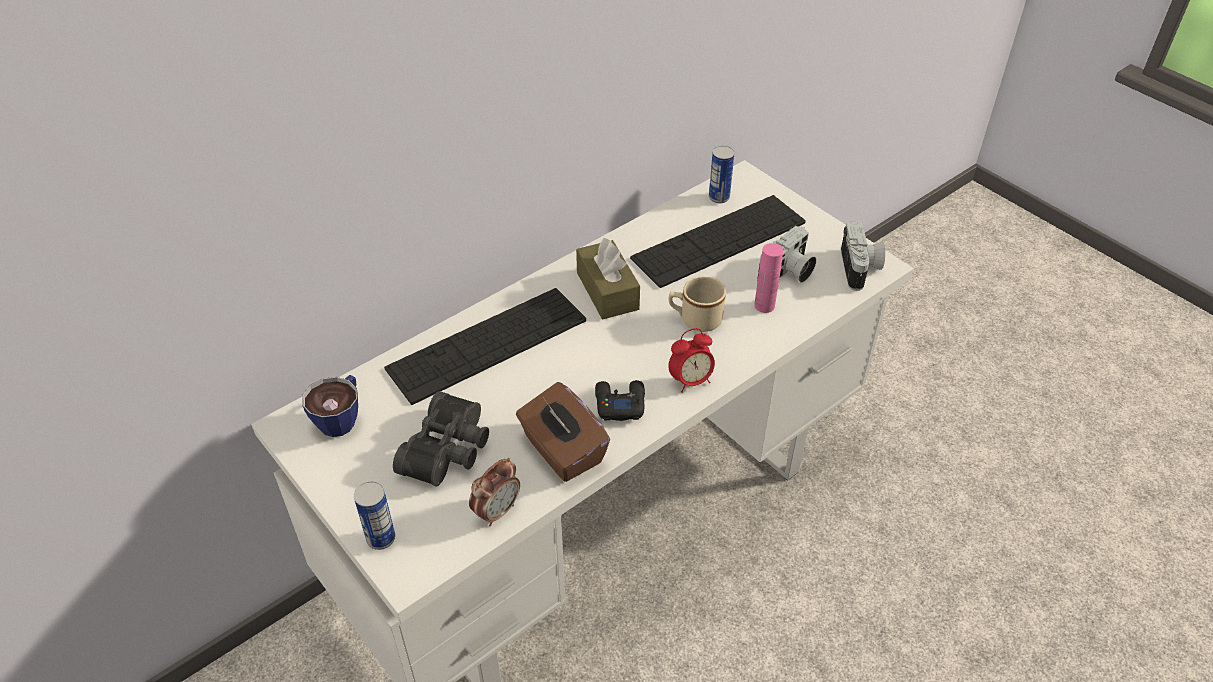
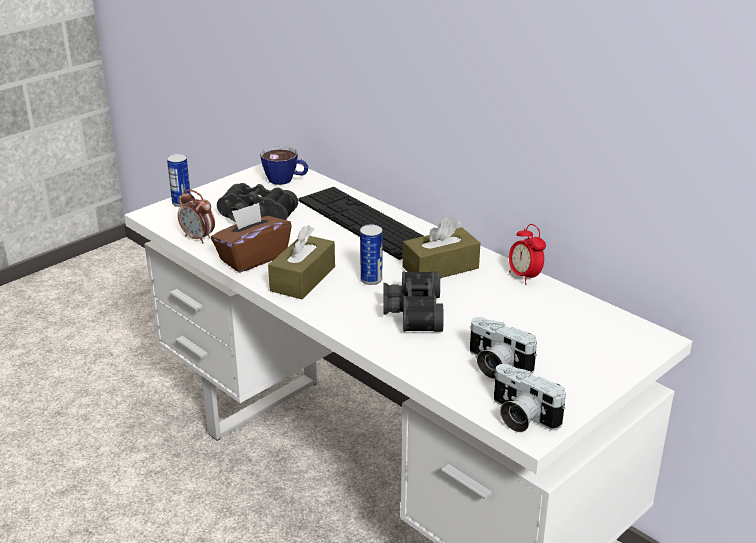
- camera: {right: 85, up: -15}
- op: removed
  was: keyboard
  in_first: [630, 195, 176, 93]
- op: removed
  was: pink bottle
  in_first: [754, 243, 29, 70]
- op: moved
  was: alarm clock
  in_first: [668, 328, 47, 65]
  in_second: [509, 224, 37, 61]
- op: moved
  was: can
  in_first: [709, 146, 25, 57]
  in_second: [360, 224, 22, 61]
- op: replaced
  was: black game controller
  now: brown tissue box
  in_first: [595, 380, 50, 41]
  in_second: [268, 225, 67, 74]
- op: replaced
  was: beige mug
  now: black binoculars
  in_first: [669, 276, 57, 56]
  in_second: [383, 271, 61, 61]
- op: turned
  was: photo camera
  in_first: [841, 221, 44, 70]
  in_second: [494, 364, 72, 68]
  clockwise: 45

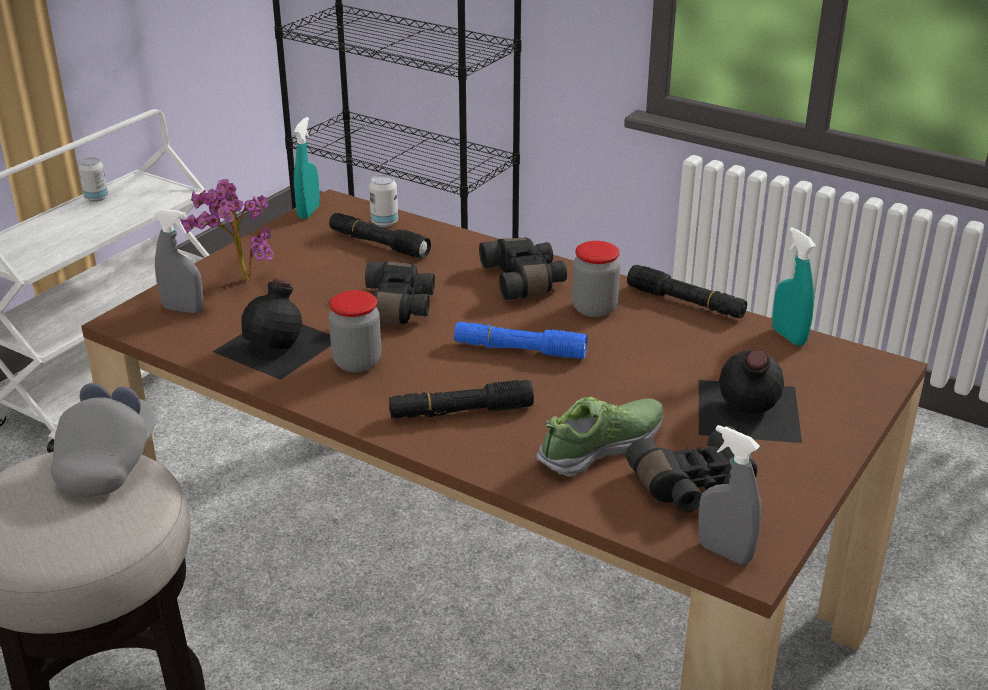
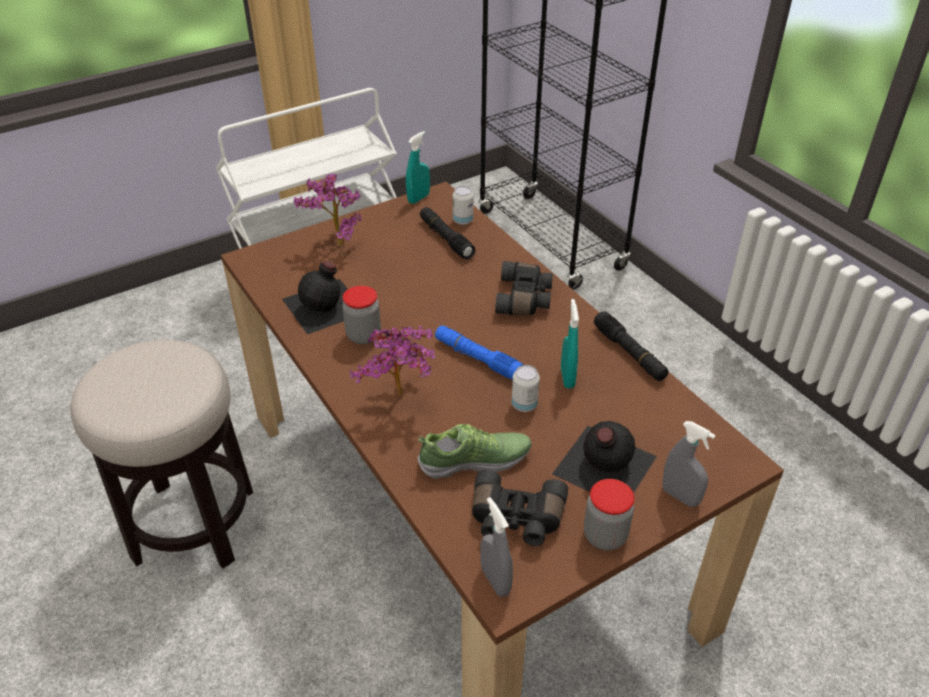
- camera: {right: 25, up: 10}
- op: removed
  was: grey cap
  in_first: [50, 383, 107, 114]
- op: removed
  was: black binoculars
  in_first: [365, 261, 70, 64]
- op: moved
  was: can
  in_first: [79, 157, 29, 45]
  in_second: [512, 365, 28, 47]
- op: moved
  was: grey spray bottle
  in_first: [154, 209, 49, 104]
  in_second: [662, 421, 53, 86]
- op: moved
  was: jar
  in_first: [572, 241, 48, 76]
  in_second: [584, 479, 50, 71]
- op: moved
  was: turquoise spray bottle
  in_first: [772, 227, 44, 119]
  in_second: [561, 299, 18, 90]
- op: replaced
  was: black flashlight
  now: potted plant
  in_first: [389, 380, 145, 38]
  in_second: [350, 326, 85, 70]

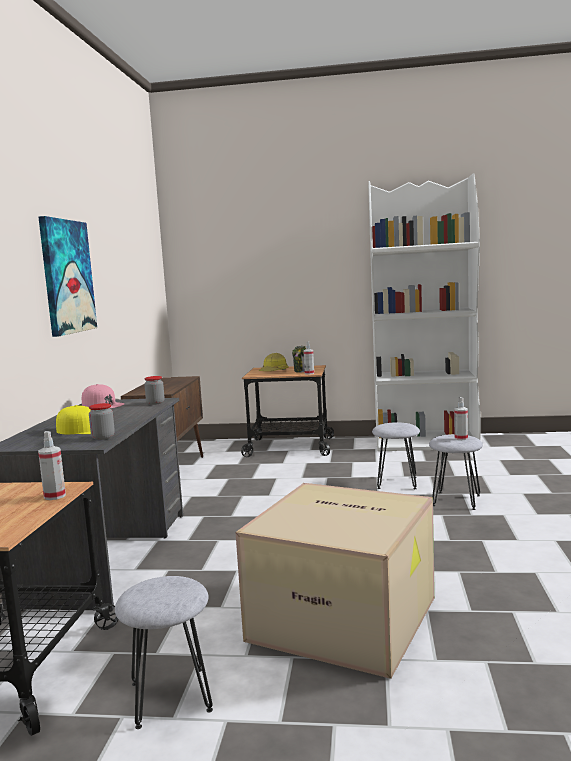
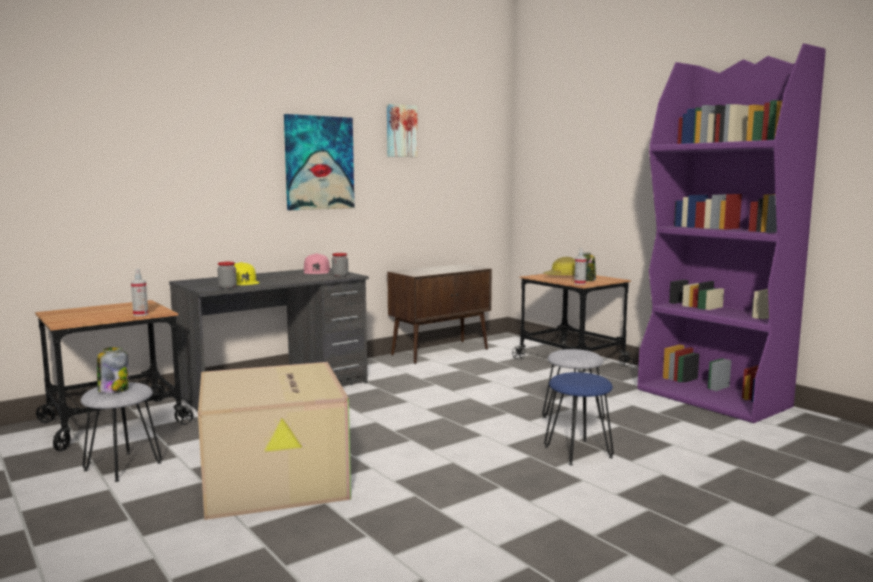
- camera: {right: 45, up: 0}
- op: removed
  was: spray bottle
  in_first: [454, 397, 14, 43]
- op: added
  now: jar
  in_second: [97, 347, 32, 46]
- op: added
  now: picture
  in_second: [387, 104, 31, 53]
- op: recoloured
  was: white bookcase
  now: purple bookcase
  in_first: [368, 173, 113, 278]
  in_second: [637, 44, 189, 379]
- op: recoloured
  was: grey stool
  now: blue stool
  in_first: [429, 434, 54, 76]
  in_second: [544, 372, 70, 93]

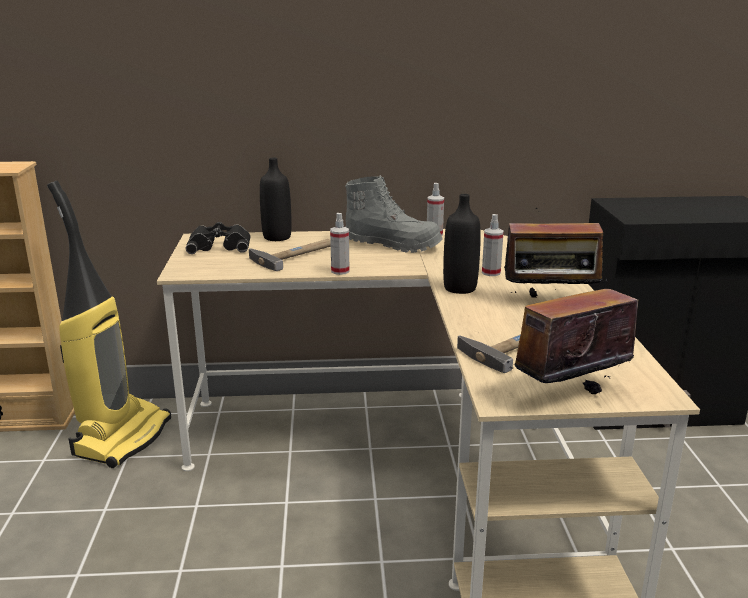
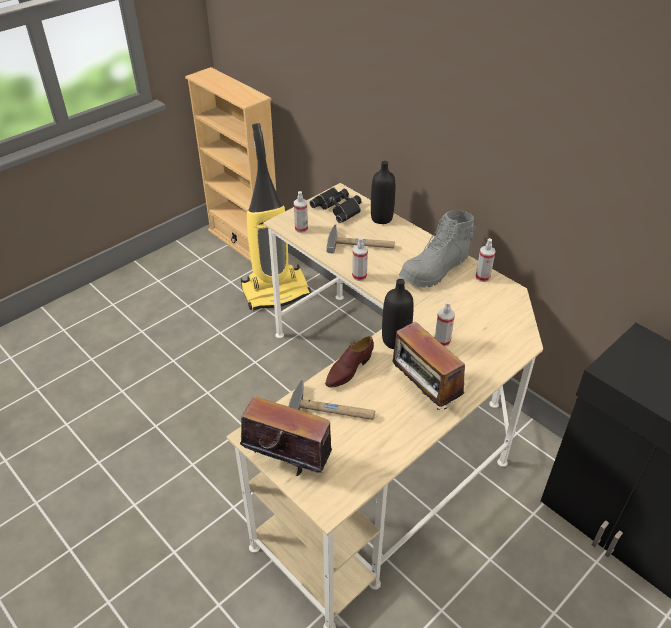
- camera: {right: 50, up: 20}
- op: added
  now: spray bottle
  in_second: [294, 191, 14, 42]
- op: added
  now: brown shoe
  in_second: [325, 336, 49, 52]
- op: turned
  was: grey boot
  in_first: [345, 175, 98, 78]
  in_second: [399, 210, 78, 78]
  clockwise: 75

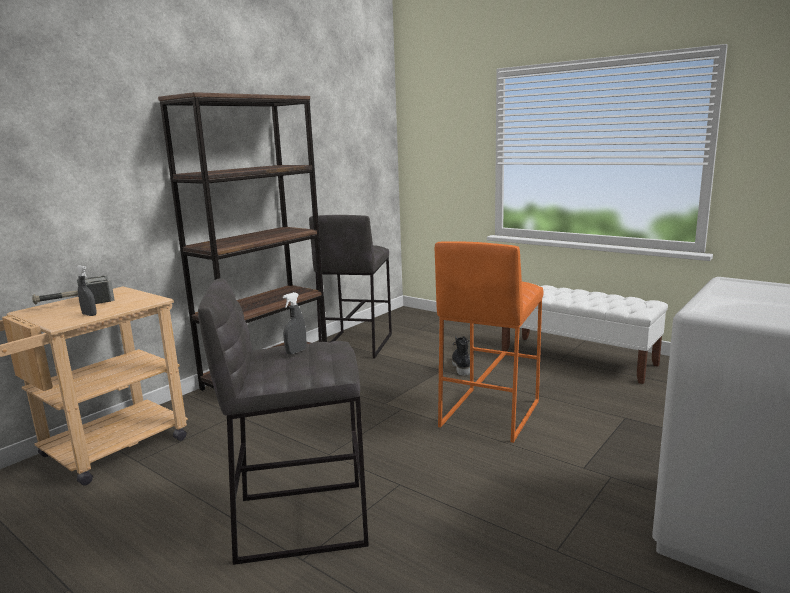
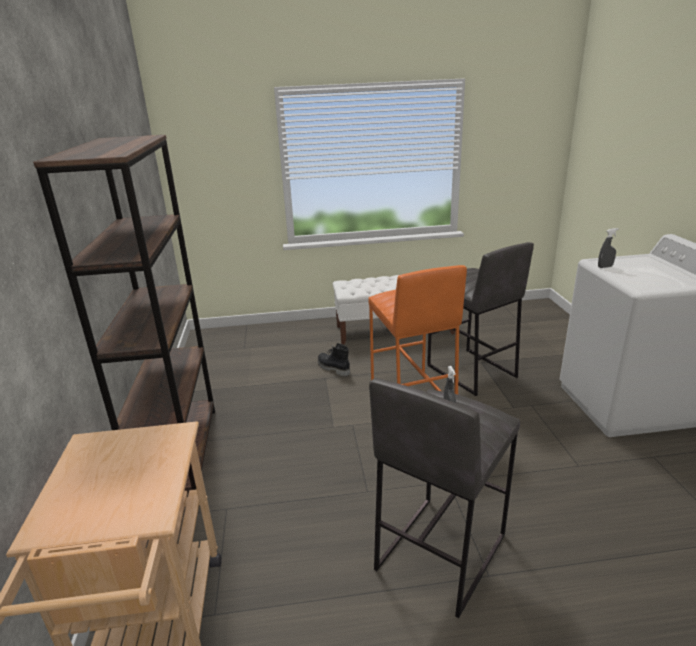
- camera: {right: -45, up: 10}
- op: removed
  was: hammer
  in_first: [32, 275, 83, 30]
- op: moved
  was: grey spray bottle
  in_first: [76, 265, 21, 51]
  in_second: [598, 228, 21, 40]
- op: moved
  was: grey stool
  in_first: [309, 215, 83, 144]
  in_second: [427, 242, 107, 154]

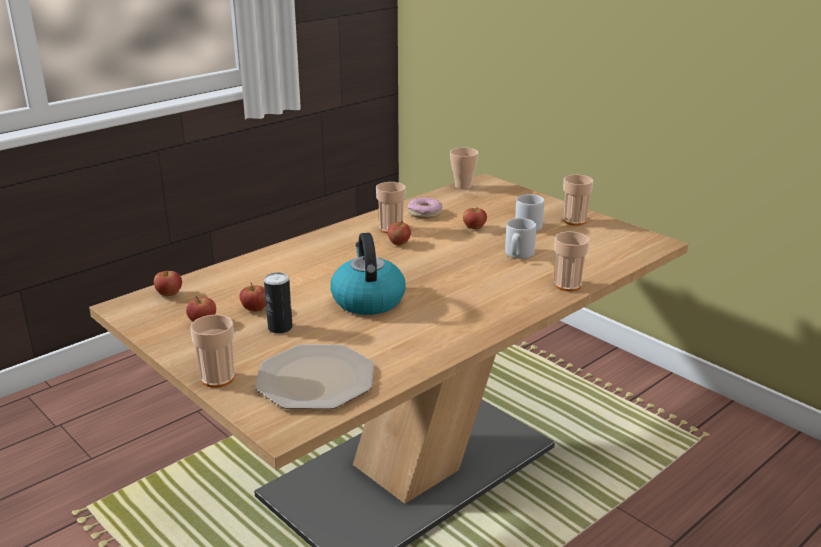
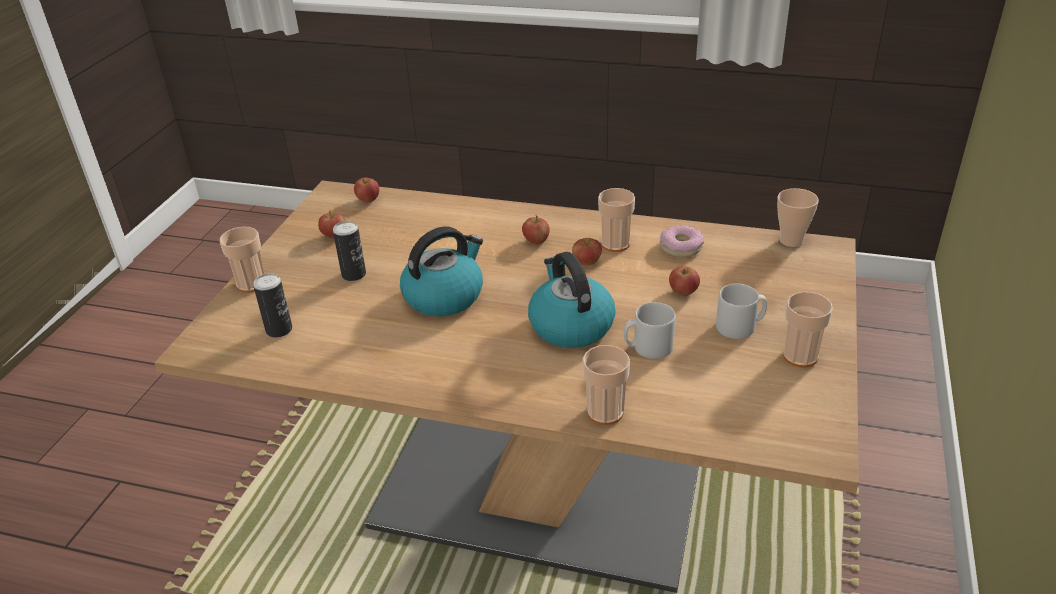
- camera: {right: 60, up: 10}
- op: added
  now: kettle
  in_second: [528, 252, 87, 96]
- op: moved
  was: apple
  in_first: [239, 283, 27, 28]
  in_second: [522, 215, 28, 30]
- op: replaced
  was: plate
  now: can
  in_first: [255, 345, 119, 64]
  in_second: [253, 273, 39, 65]

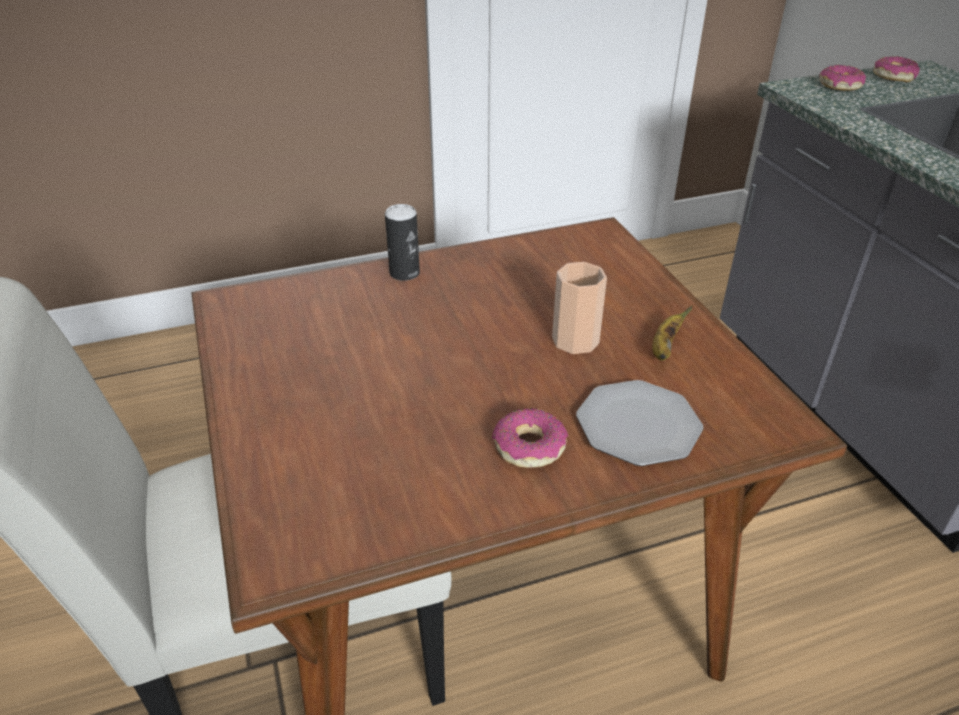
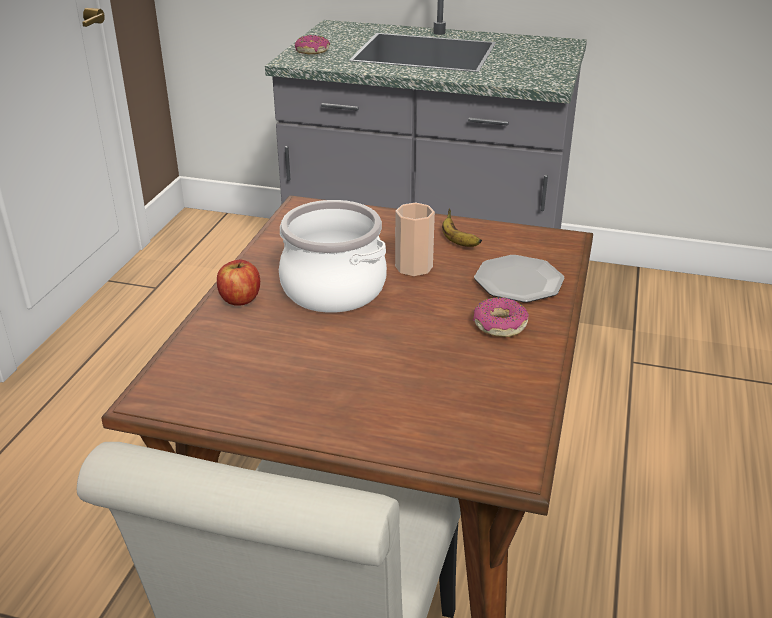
- camera: {right: -55, up: -5}
- op: removed
  was: donut
  in_first: [873, 56, 47, 26]
- op: added
  now: cooking pot
  in_second: [279, 200, 108, 113]
- op: replaced
  was: can
  now: apple
  in_first: [385, 204, 35, 77]
  in_second: [217, 260, 43, 46]

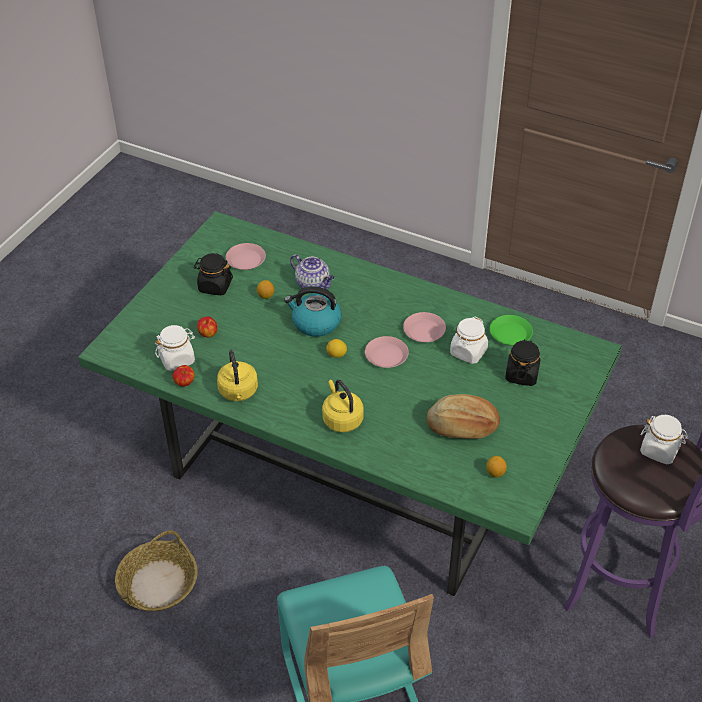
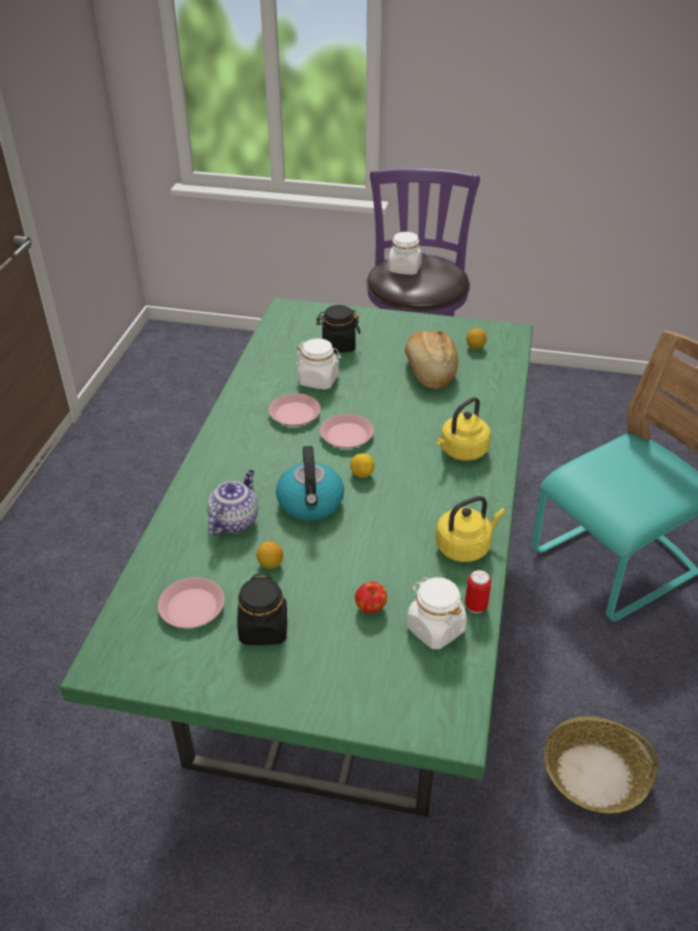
- camera: {right: -105, up: -5}
- op: removed
  was: green plate
  in_first: [490, 315, 43, 30]
- op: replaced
  was: apple
  now: can
  in_first: [173, 365, 22, 22]
  in_second: [465, 570, 26, 43]

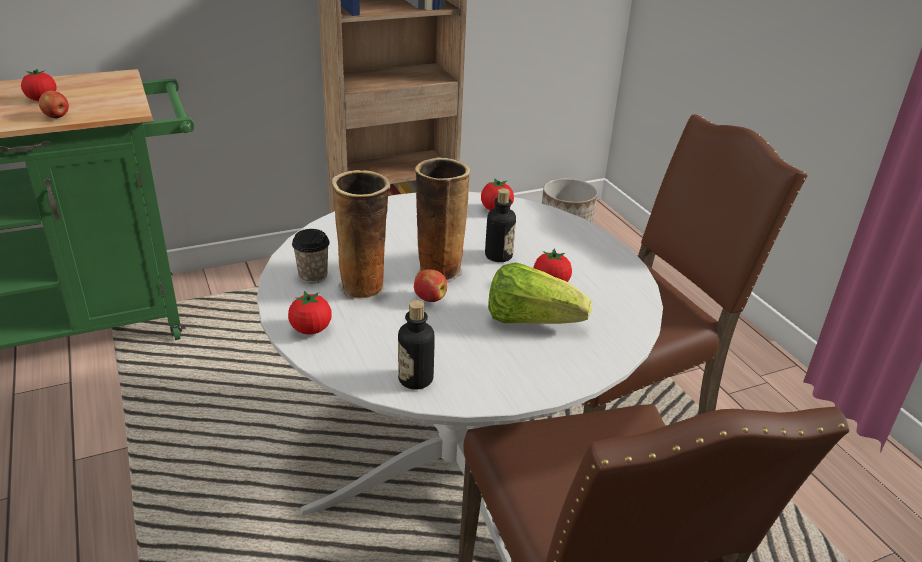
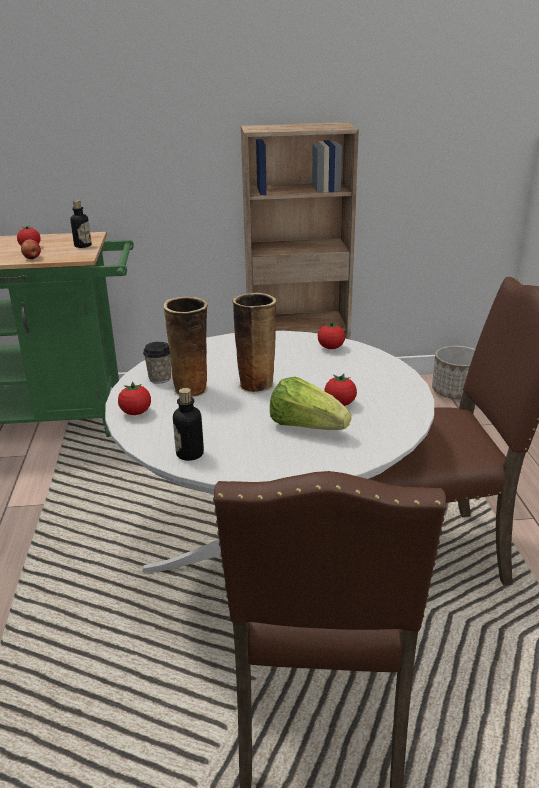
- camera: {right: 20, up: -5}
- op: removed
  was: apple
  in_first: [414, 269, 33, 33]
- op: moved
  was: bottle
  in_first: [485, 188, 31, 74]
  in_second: [70, 200, 22, 48]

